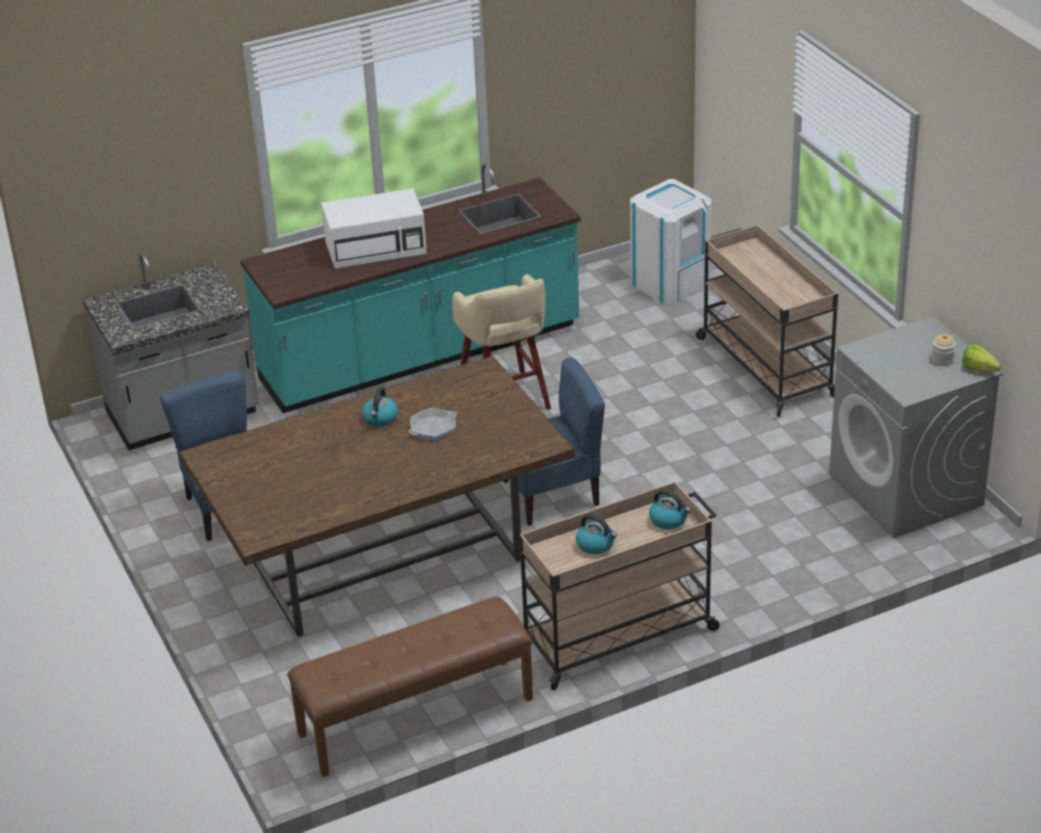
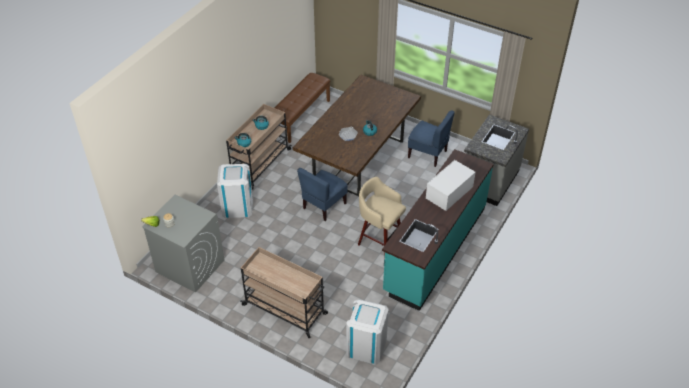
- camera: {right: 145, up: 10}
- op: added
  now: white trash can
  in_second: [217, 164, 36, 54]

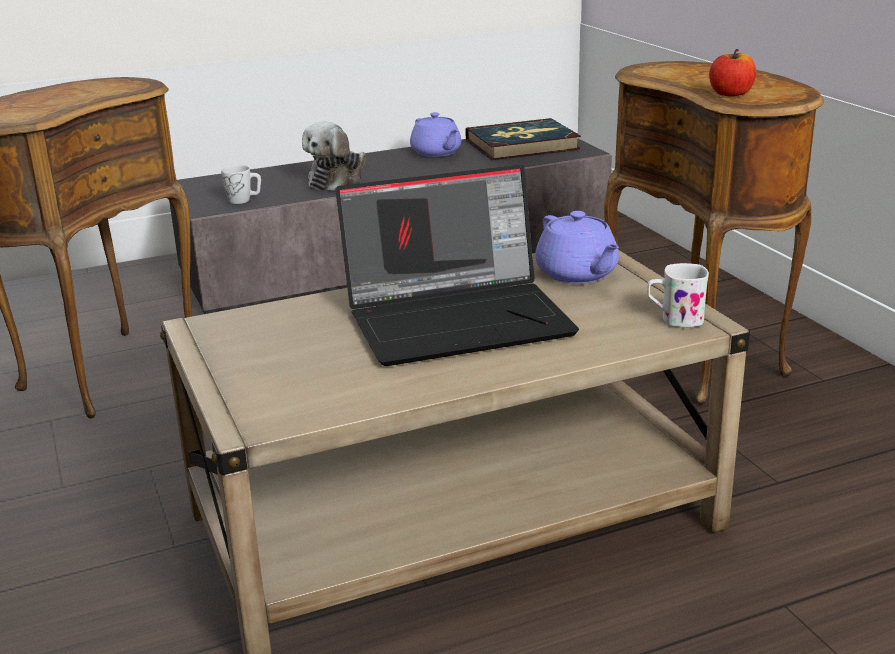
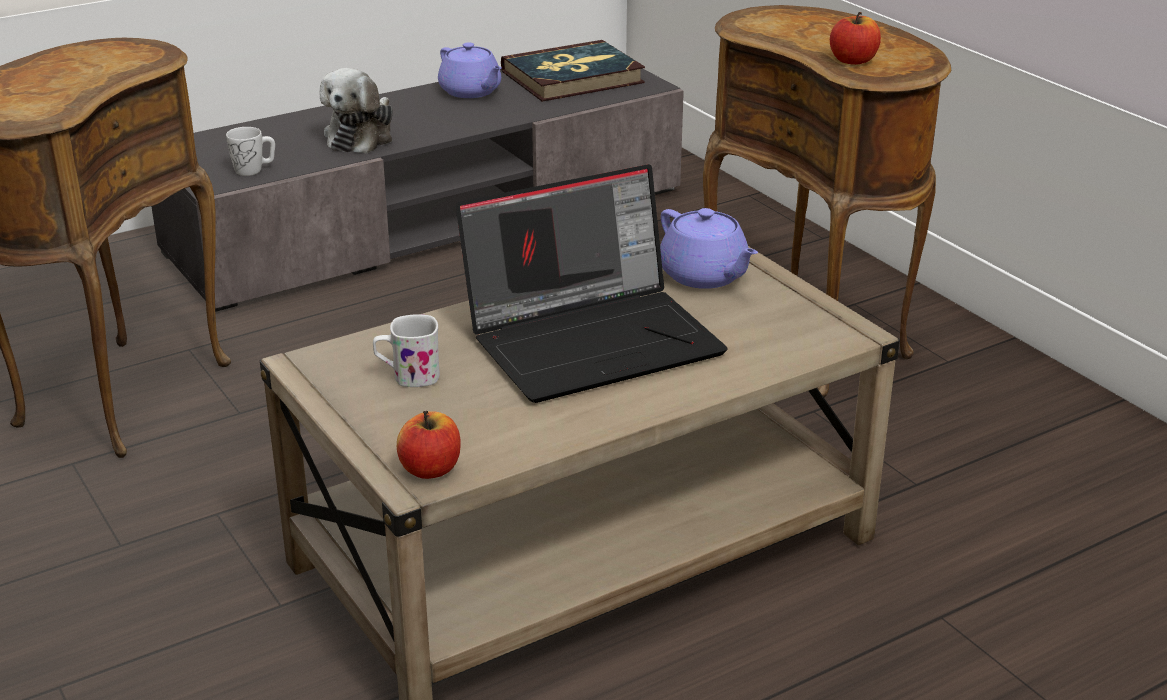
- camera: {right: -10, up: 5}
- op: added
  now: apple
  in_second: [397, 411, 64, 68]
- op: moved
  was: white mug
  in_first: [647, 263, 62, 64]
  in_second: [373, 314, 67, 73]

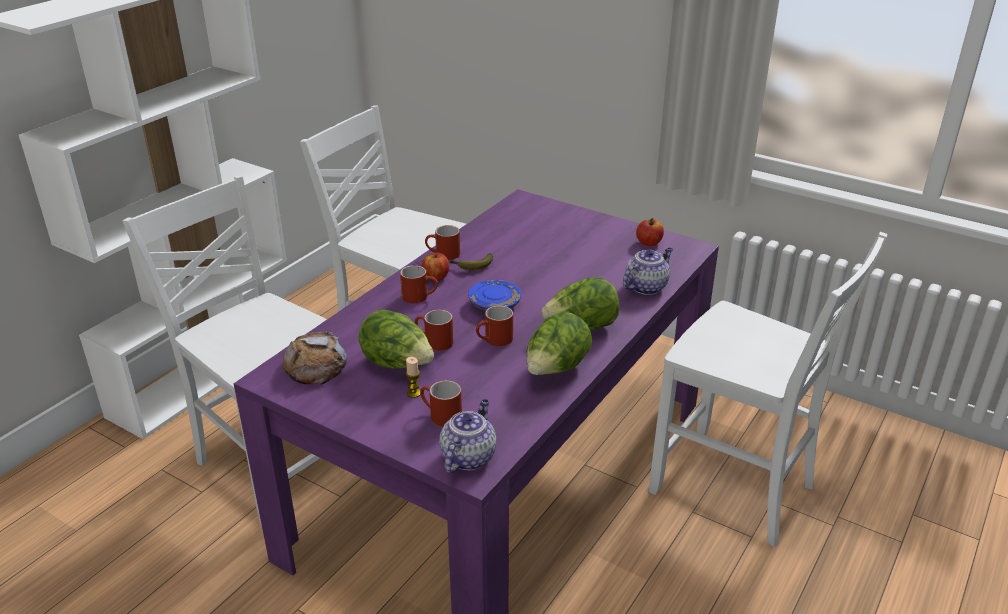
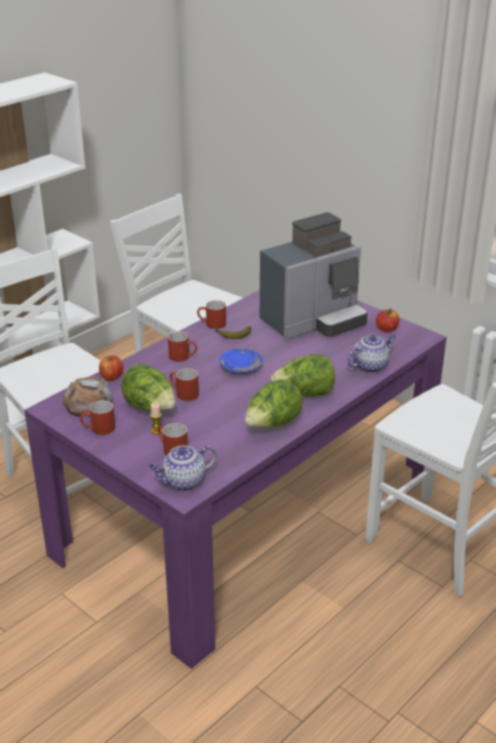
- camera: {right: 10, up: 0}
- op: added
  now: coffee machine
  in_second: [260, 212, 108, 127]
- op: moved
  was: apple
  in_first: [422, 253, 27, 28]
  in_second: [99, 356, 24, 24]
- op: moved
  was: red mug
  in_first: [476, 305, 37, 42]
  in_second: [80, 400, 35, 35]
- op: turned
  was: teapot
  in_first: [439, 399, 57, 74]
  in_second: [149, 445, 68, 46]
  clockwise: -150

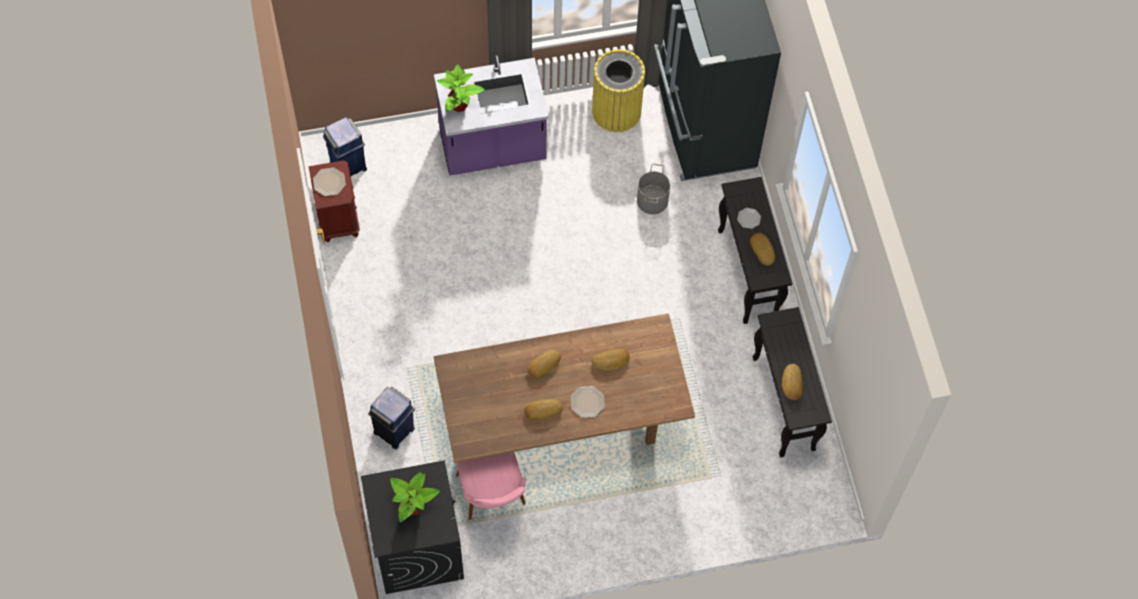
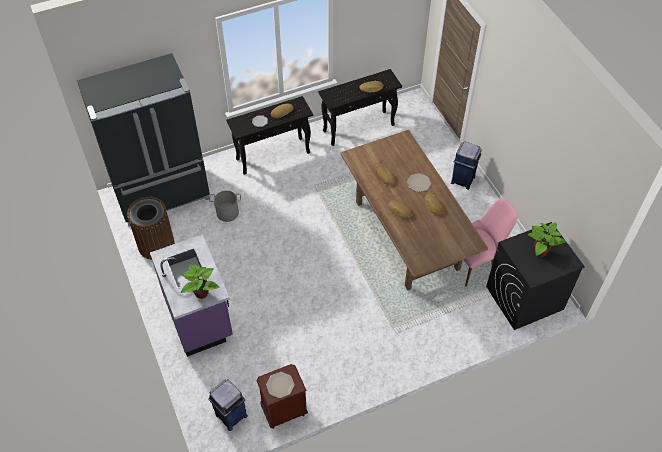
- camera: {right: -100, up: -10}
- op: moved
  was: blue trash can
  in_first: [368, 387, 47, 62]
  in_second: [451, 142, 31, 48]
- op: recoloured
  was: yellow trash can
  now: brown trash can
  in_first: [592, 49, 53, 83]
  in_second: [127, 196, 48, 64]

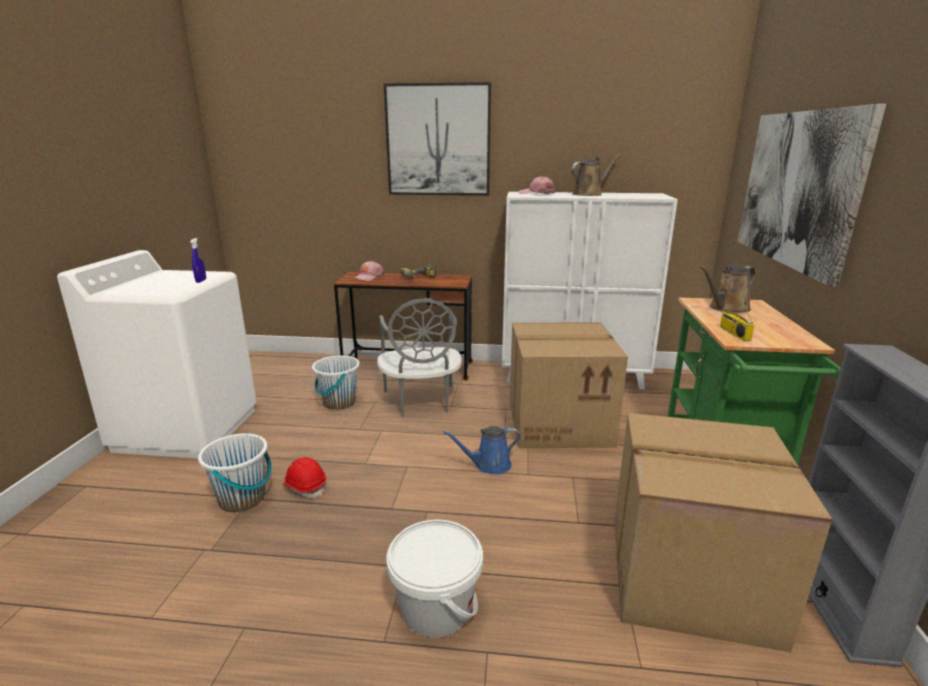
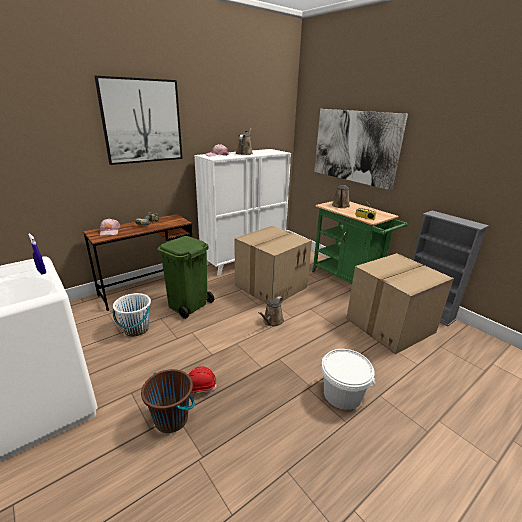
- camera: {right: -45, up: 5}
- op: replaced
  was: grey chair
  now: green trash can
  in_first: [377, 298, 85, 119]
  in_second: [157, 236, 57, 83]
- op: recoloured
  was: white bucket
  now: brown bucket
  in_first: [198, 432, 73, 80]
  in_second: [141, 369, 54, 64]
- op: recoloured
  was: blue watering can
  now: brown watering can
  in_first: [443, 426, 78, 49]
  in_second: [258, 296, 26, 31]

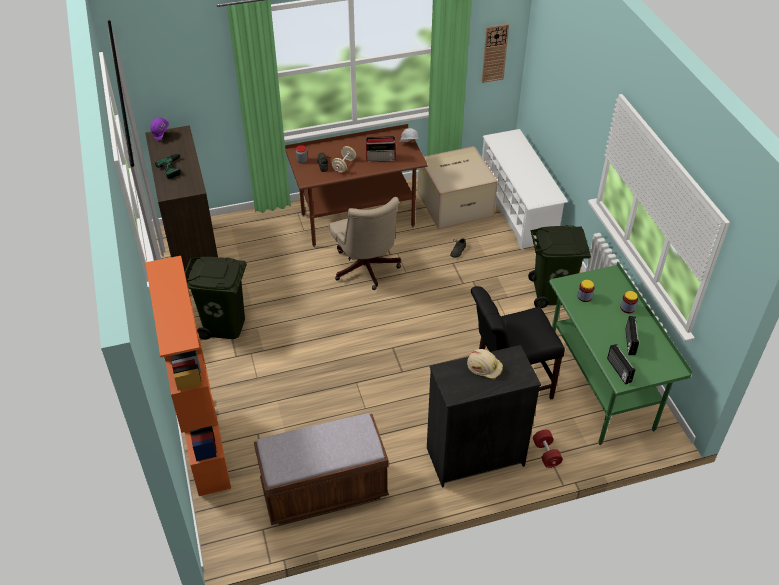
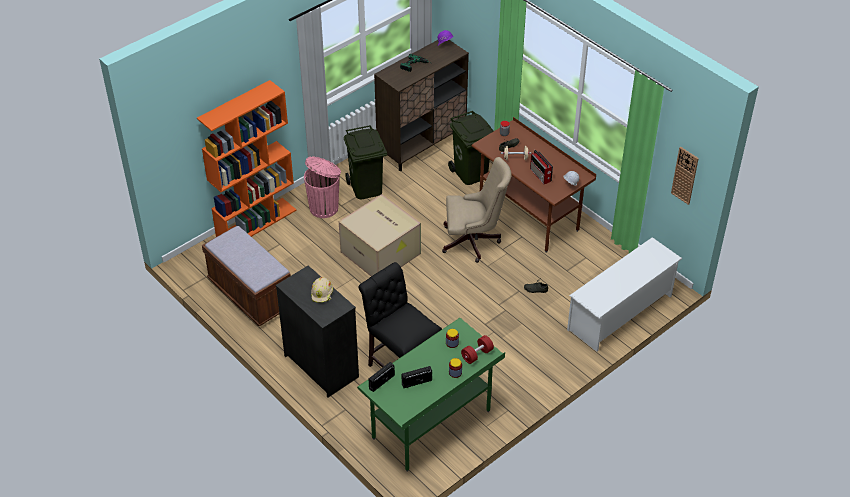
- camera: {right: 65, up: 0}
- op: added
  now: pink trash can
  in_second: [304, 156, 37, 62]
- op: moved
  was: cardboard box
  in_first: [418, 146, 80, 83]
  in_second: [339, 194, 82, 82]
- op: moved
  was: green trash can
  in_first: [528, 225, 63, 83]
  in_second: [448, 111, 46, 74]
- op: moved
  was: red dumbbell
  in_first: [533, 430, 30, 38]
  in_second: [461, 335, 33, 29]
- op: turned
  was: beige office chair
  in_first: [329, 197, 72, 93]
  in_second: [442, 157, 70, 106]
  clockwise: -135

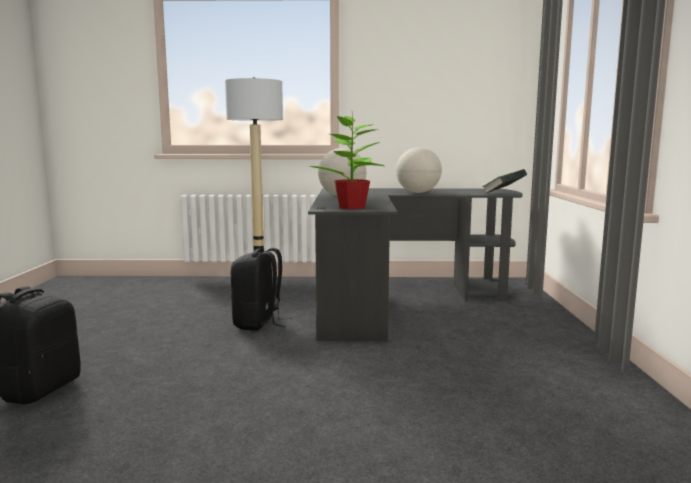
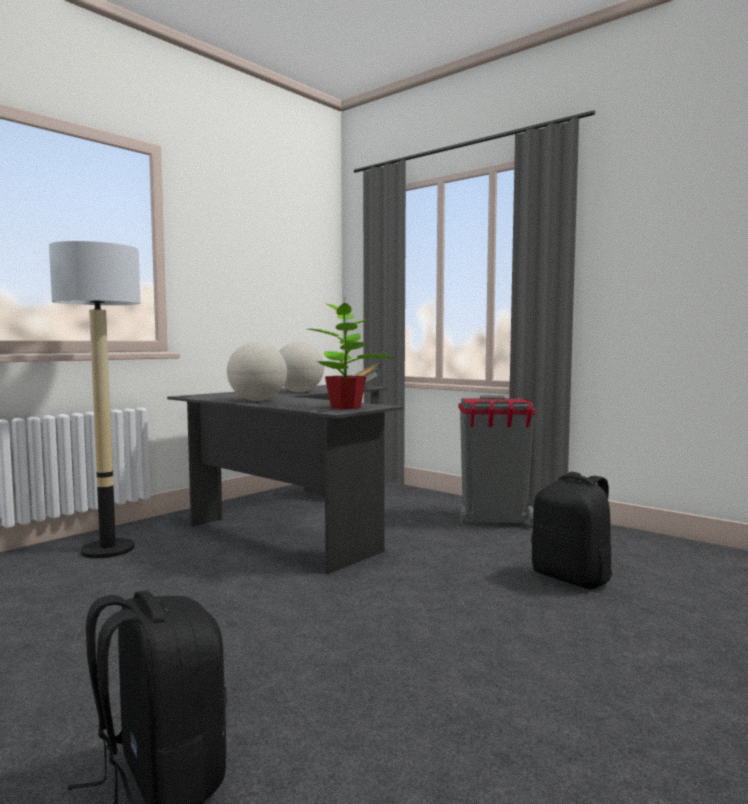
- camera: {right: -50, up: -5}
- op: added
  now: grey trash can
  in_second: [458, 395, 78, 131]
- op: moved
  was: black backpack
  in_first: [231, 248, 61, 83]
  in_second: [531, 472, 81, 117]

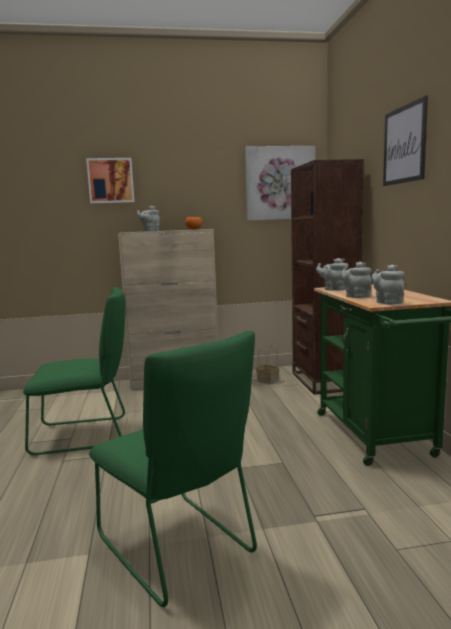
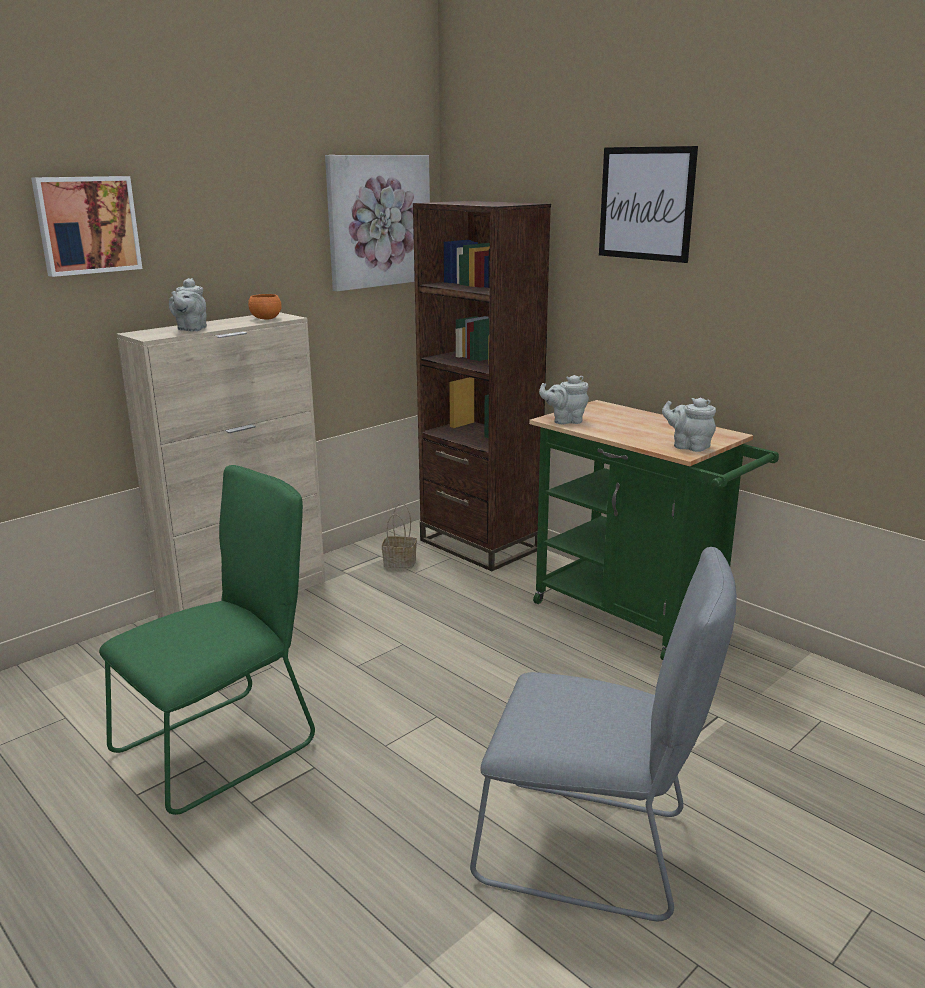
- camera: {right: -35, up: 10}
- op: removed
  was: grey teapot
  in_first: [341, 262, 30, 36]
- op: recoloured
  was: green chair
  now: grey chair
  in_first: [89, 331, 168, 276]
  in_second: [470, 547, 267, 374]

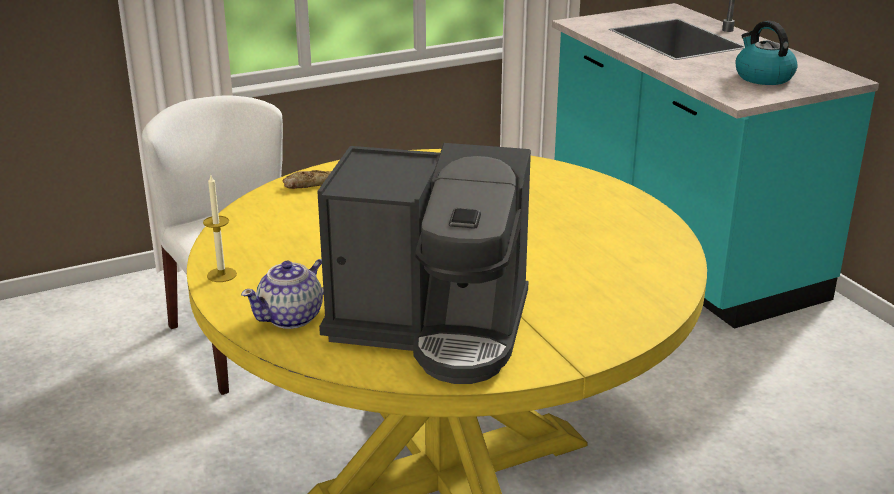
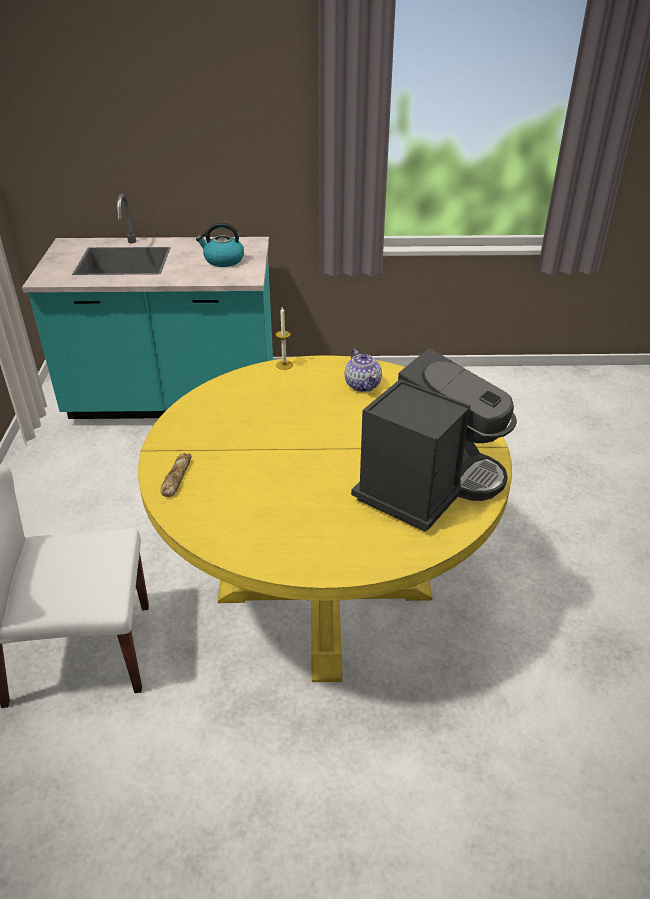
- camera: {right: -65, up: 10}
- op: moved
  was: candle
  in_first: [203, 175, 34, 107]
  in_second: [276, 307, 17, 63]
- op: moved
  was: teapot
  in_first: [241, 259, 83, 70]
  in_second: [345, 349, 37, 43]

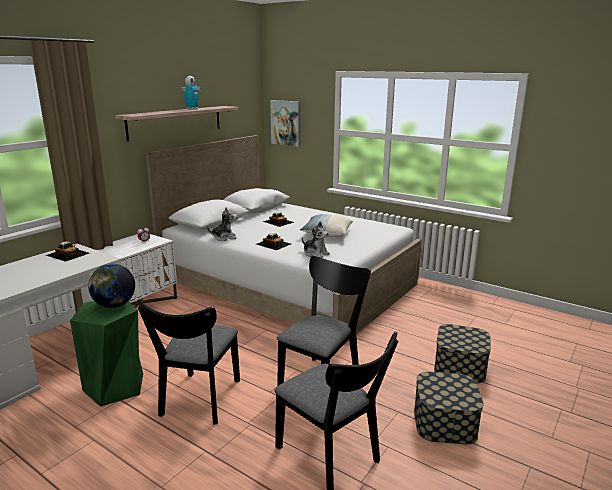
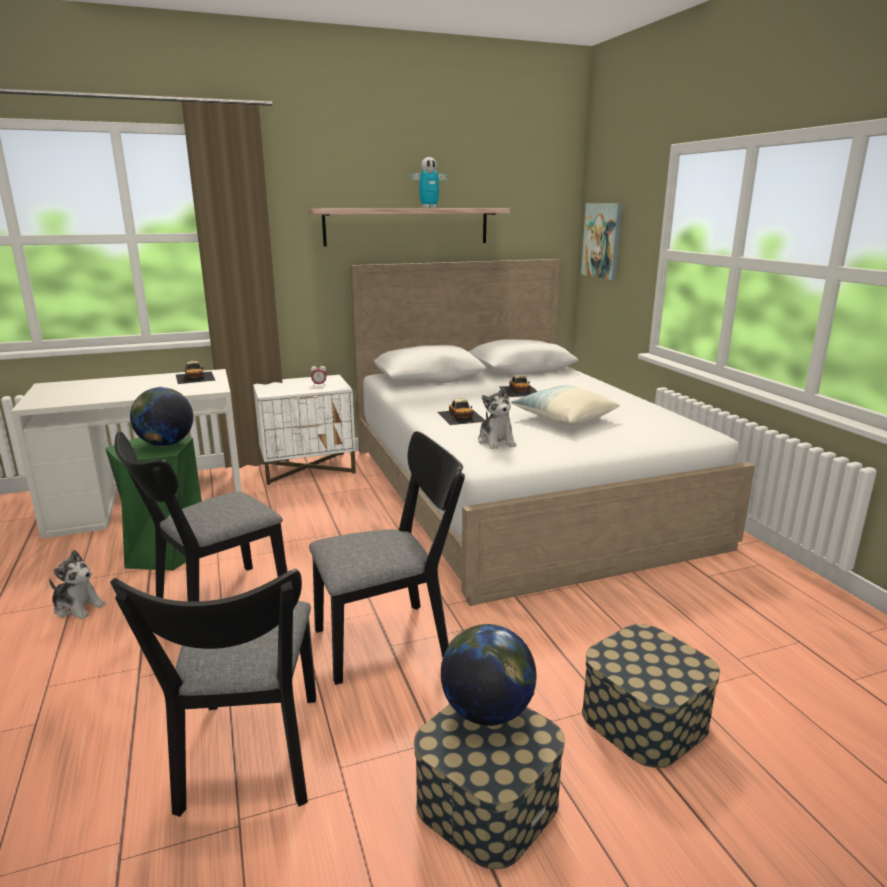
- camera: {right: 35, up: 0}
- op: added
  now: globe
  in_second: [441, 624, 96, 102]
- op: moved
  was: plush toy
  in_first: [207, 207, 31, 34]
  in_second: [49, 550, 57, 69]

